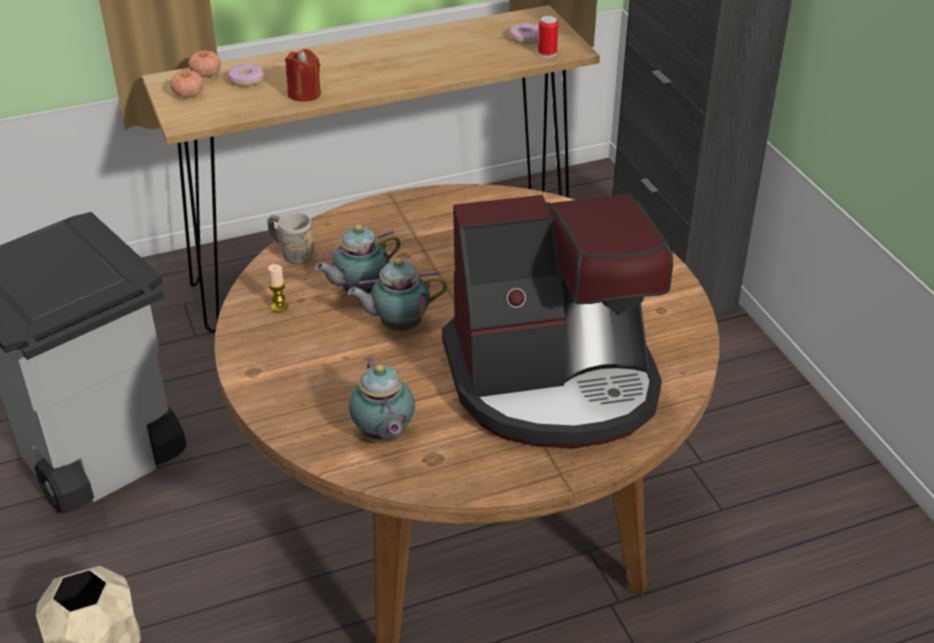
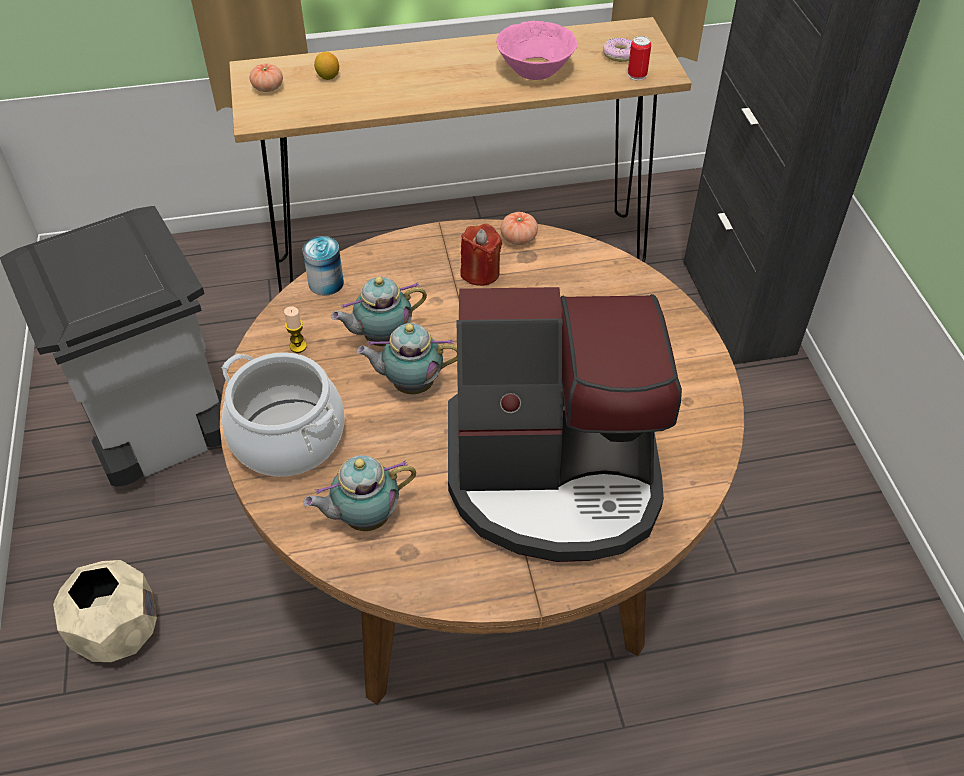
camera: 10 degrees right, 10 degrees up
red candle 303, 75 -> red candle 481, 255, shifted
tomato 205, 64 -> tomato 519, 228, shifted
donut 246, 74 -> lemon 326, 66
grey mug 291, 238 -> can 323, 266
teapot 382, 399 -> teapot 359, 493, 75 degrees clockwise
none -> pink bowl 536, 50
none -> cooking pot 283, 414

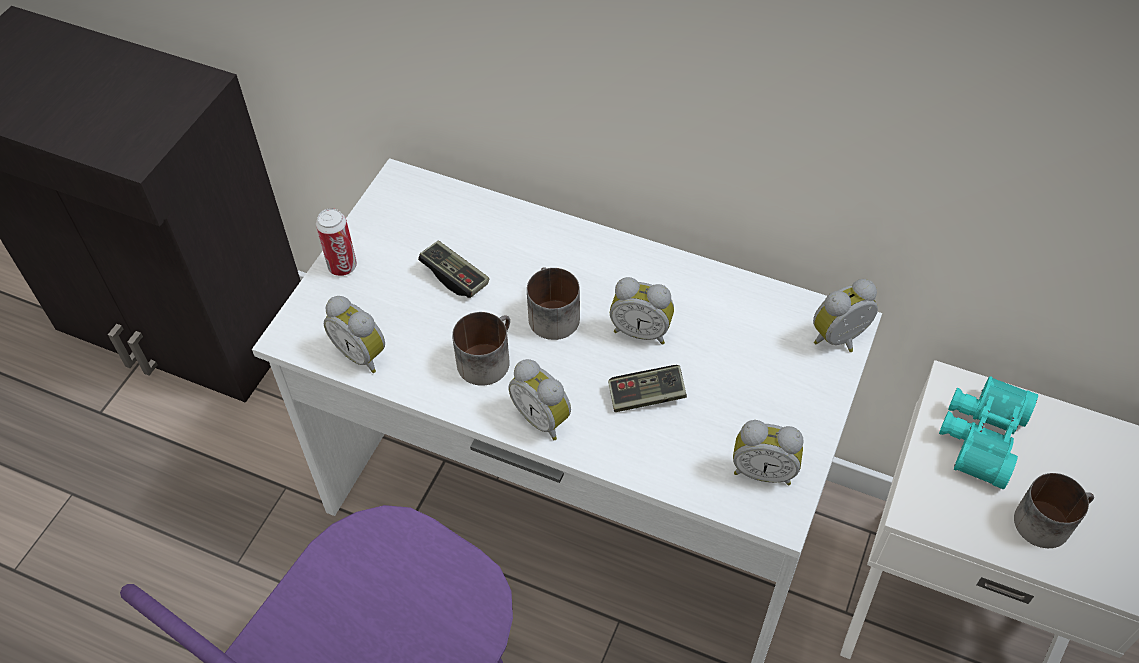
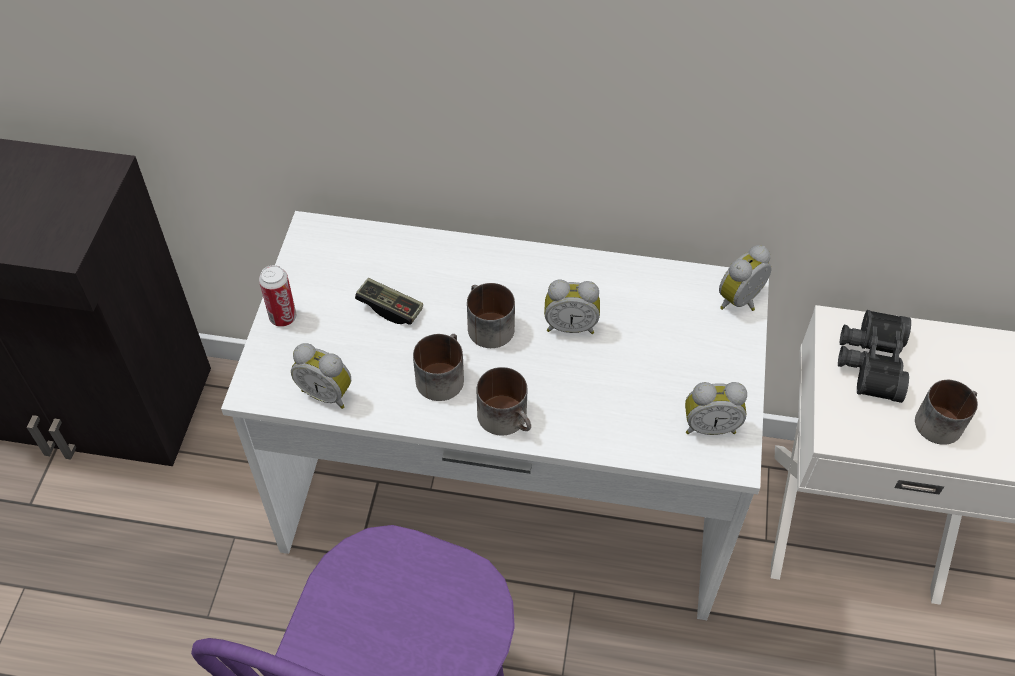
camera: 15 degrees left, 0 degrees up
alarm clock 539, 399 -> mug 504, 401
game controller 647, 388 -> none
turquoise binoculars 988, 432 -> black binoculars 874, 356

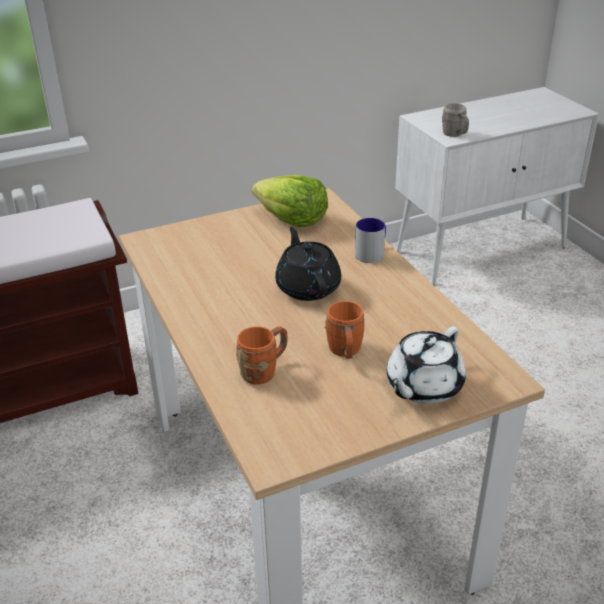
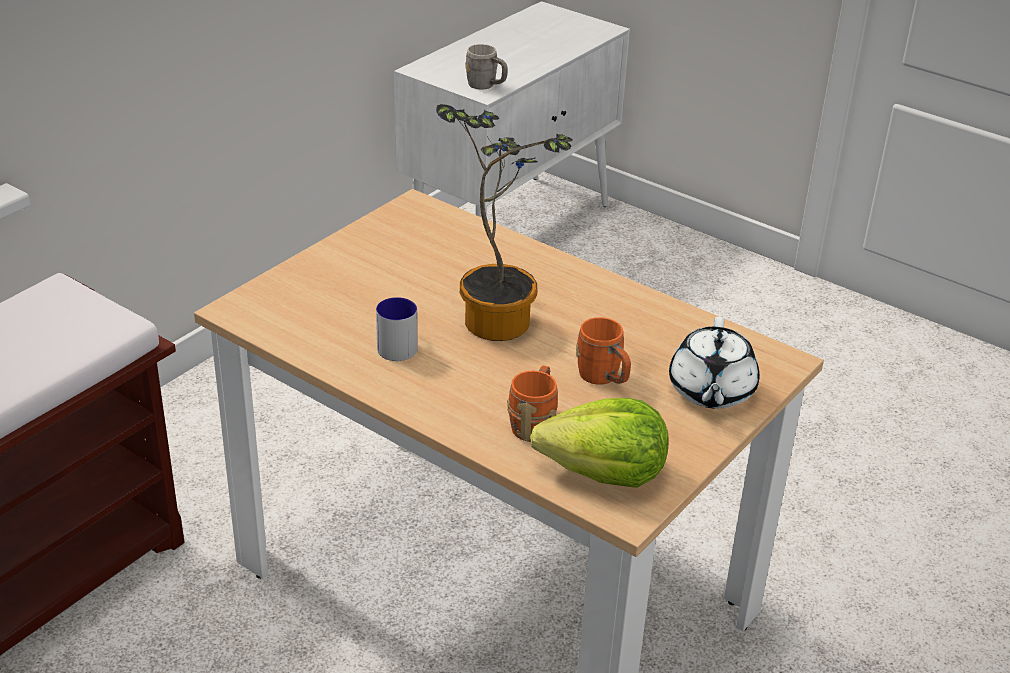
camera: 30 degrees left, 0 degrees up
lettuce 290, 201 -> lettuce 599, 443, shifted
mug 370, 240 -> mug 396, 329, shifted
black teapot 308, 264 -> potted plant 504, 222

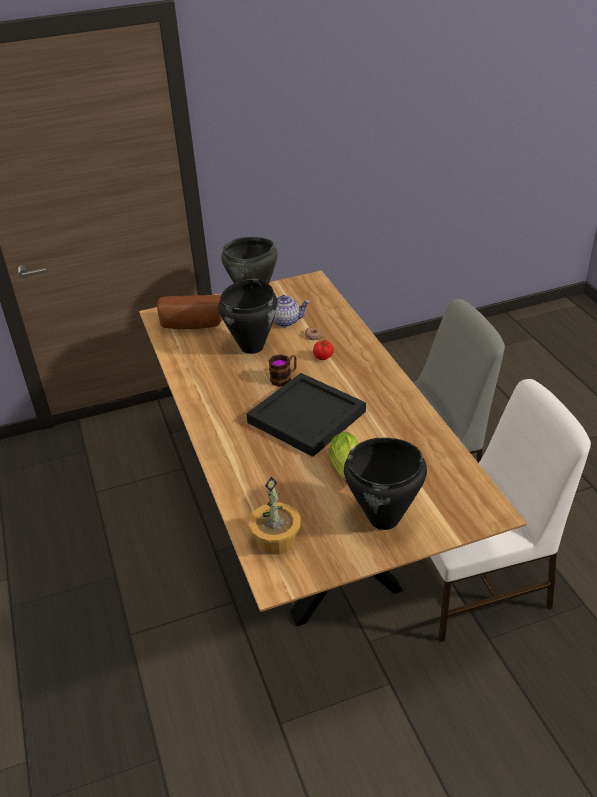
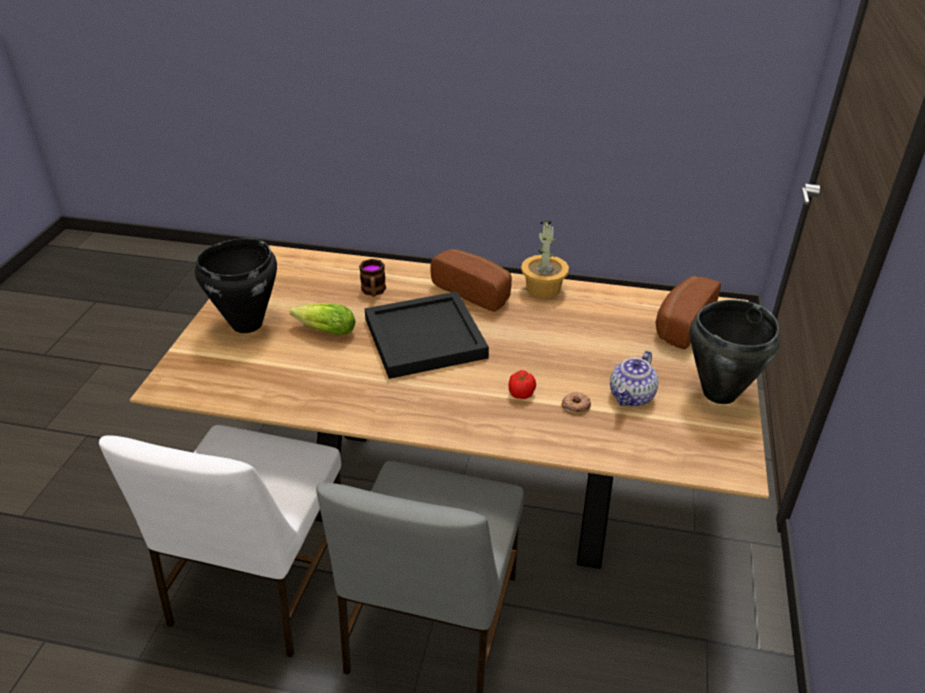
camera: 120 degrees right, 0 degrees up
black cooking pot 247, 316 -> none
mug 282, 370 -> mug 372, 278, shifted
potted plant 275, 515 -> potted plant 545, 260, shifted
none -> bread 471, 280

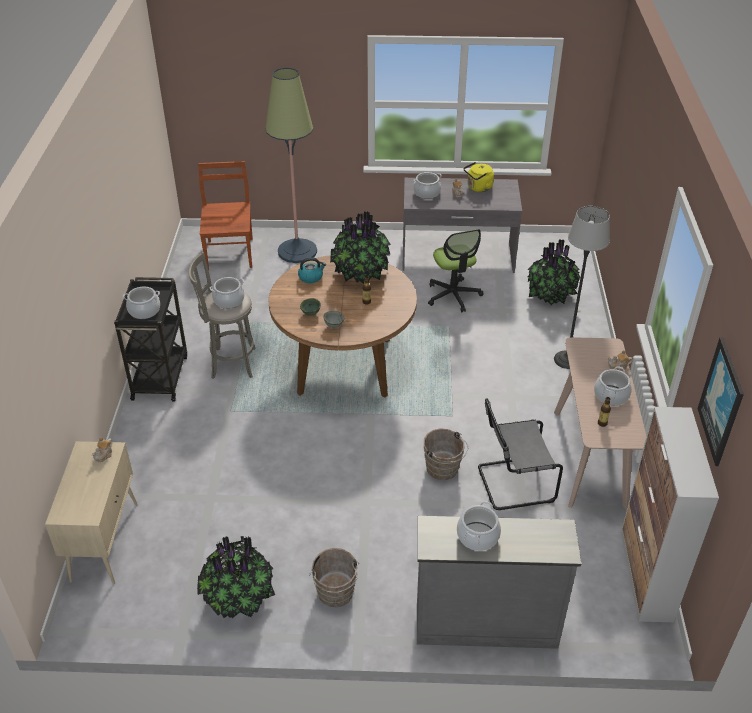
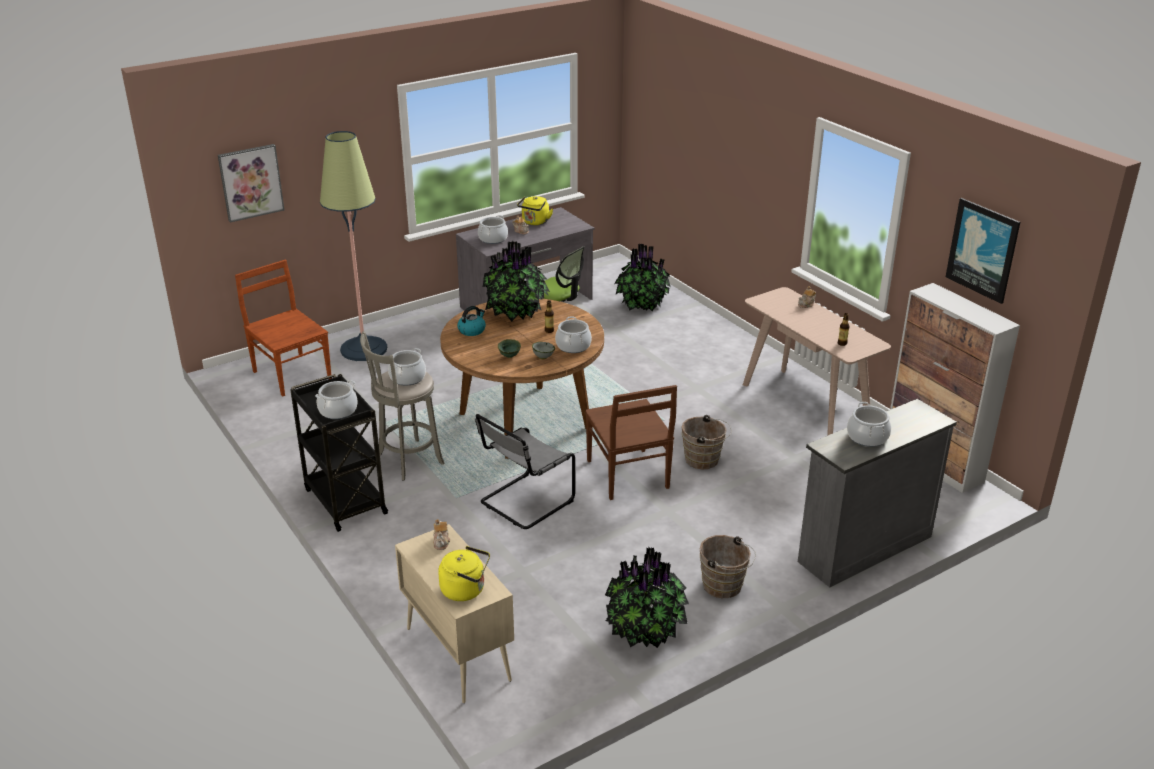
camera: 35 degrees left, 10 degrees down
floor lamp 582, 287 -> none
cooking pot 613, 386 -> cooking pot 573, 334, shifted
grey chair 520, 454 -> grey chair 525, 471, shifted
none -> picture 251, 183
none -> brown chair 631, 442
none -> yellow kettle 464, 573

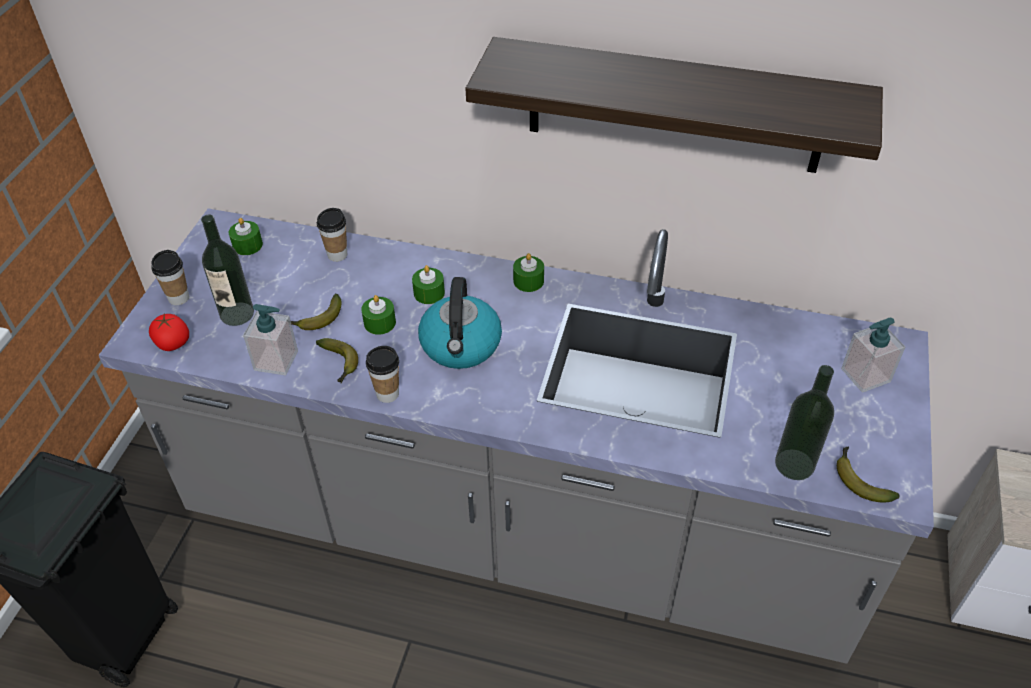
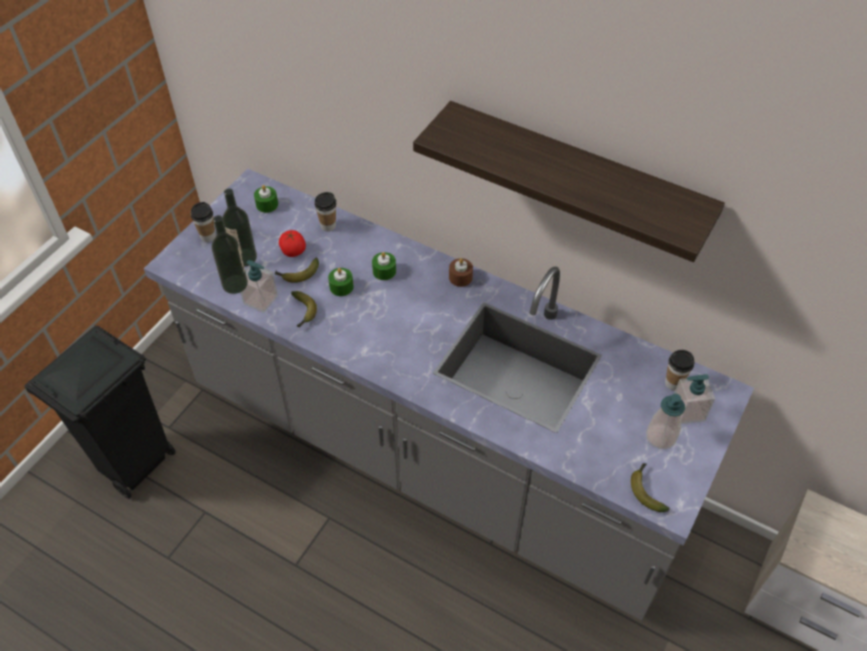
camera: 15 degrees right, 5 degrees up
green candle 528, 272 -> brown candle 461, 272
kettle 460, 323 -> none
tomato 169, 332 -> tomato 292, 243, shifted
cup 382, 374 -> cup 679, 370, shifted
bottle 804, 422 -> bottle 228, 254, shifted
none -> soap dispenser 666, 421

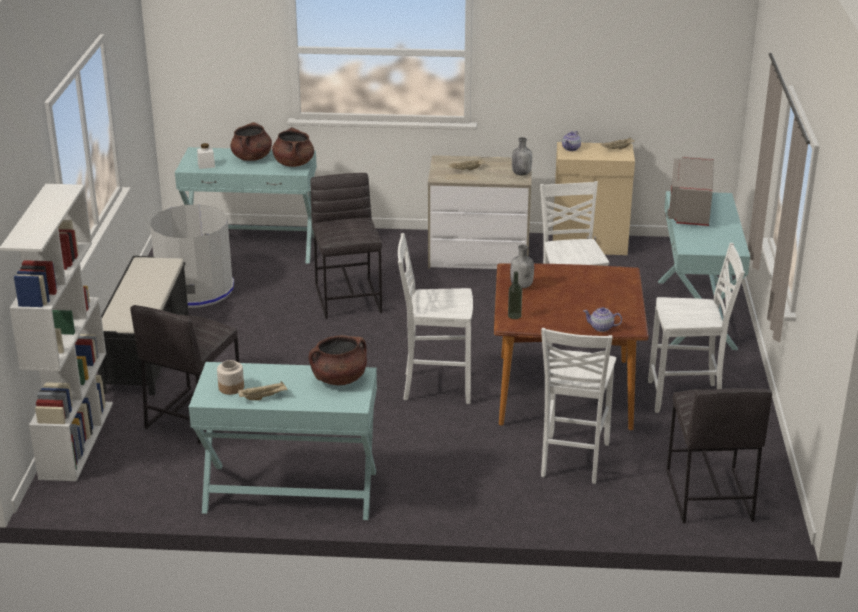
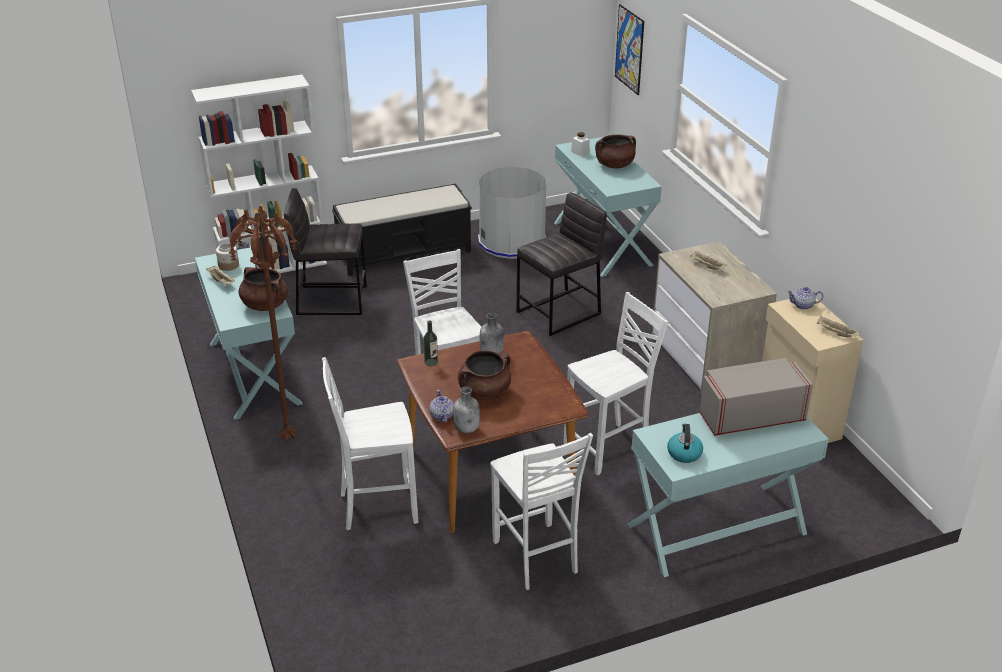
camera: 65 degrees right, 5 degrees up
brown cooking pot 293, 147 -> brown cooking pot 484, 375, shifted
grey bottle 522, 156 -> grey bottle 466, 410, shifted
grey stool 719, 455 -> none
none -> picture 629, 49
none -> brown floor lamp 262, 323
none -> kettle 685, 443

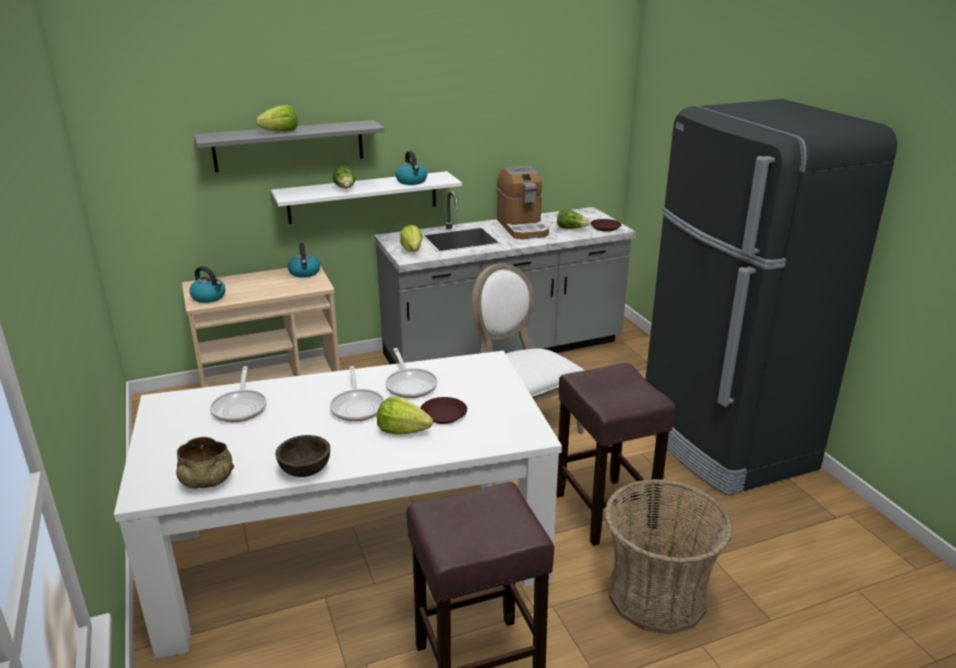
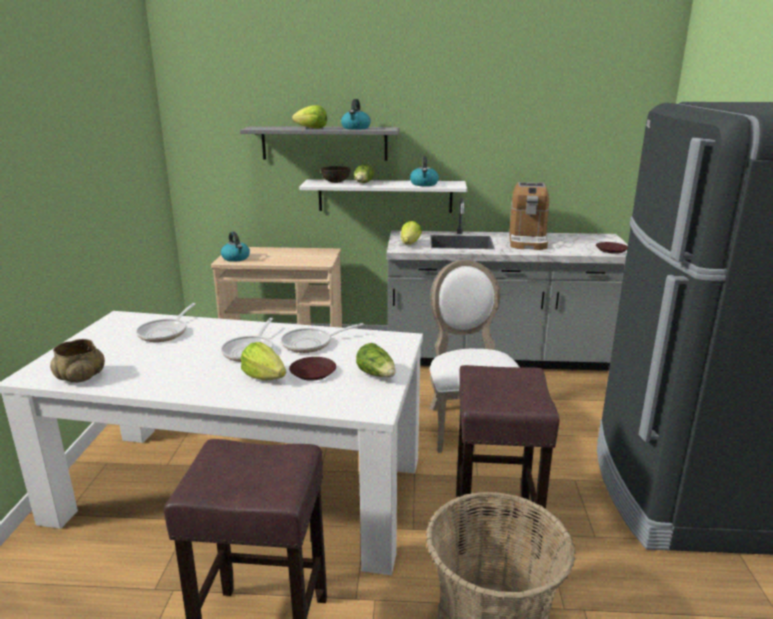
camera: 25 degrees right, 5 degrees down
lettuce 573, 219 -> lettuce 376, 360, shifted
kettle 304, 260 -> kettle 356, 114, shifted
frying pan 411, 373 -> frying pan 322, 338, 60 degrees clockwise
brown bowl 302, 456 -> brown bowl 335, 174, shifted

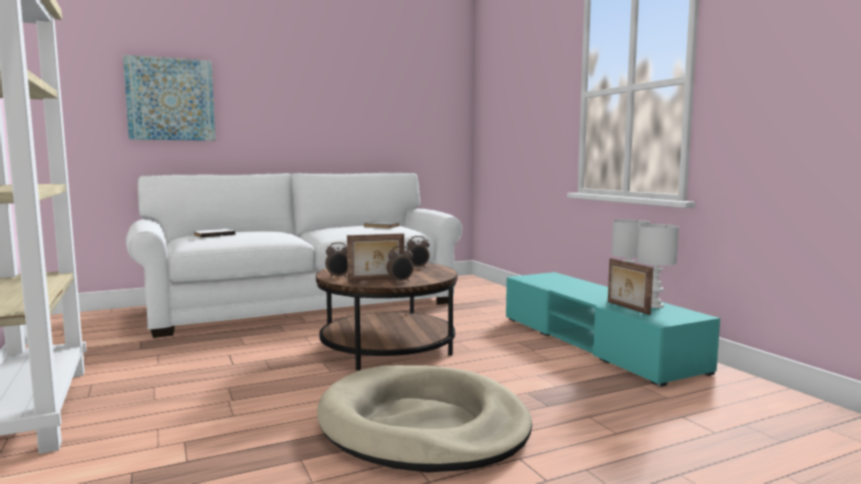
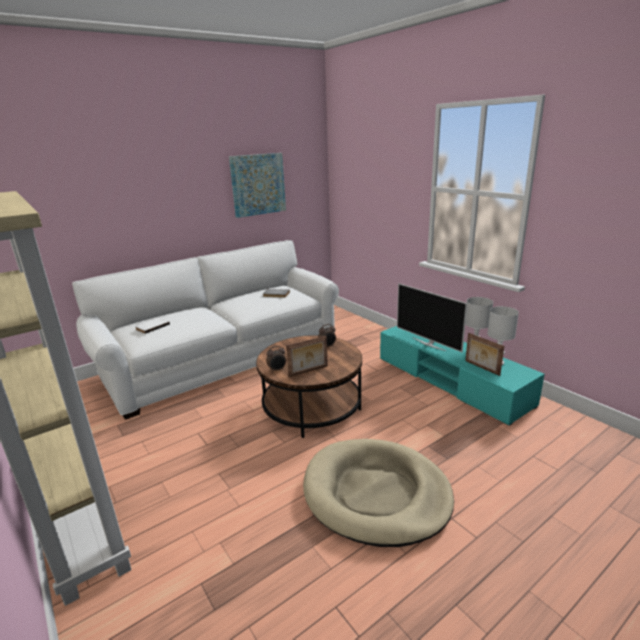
camera: 10 degrees left, 15 degrees up
picture 169, 98 -> picture 257, 185, shifted
alarm clock 400, 264 -> none
none -> television 432, 317

